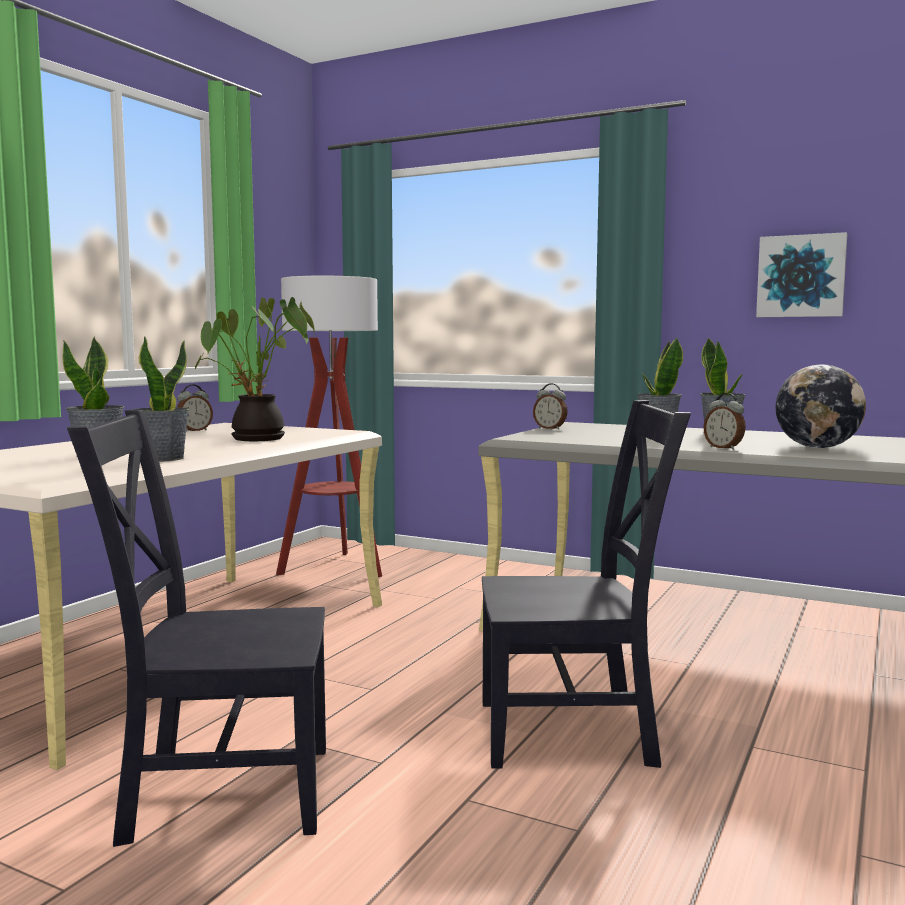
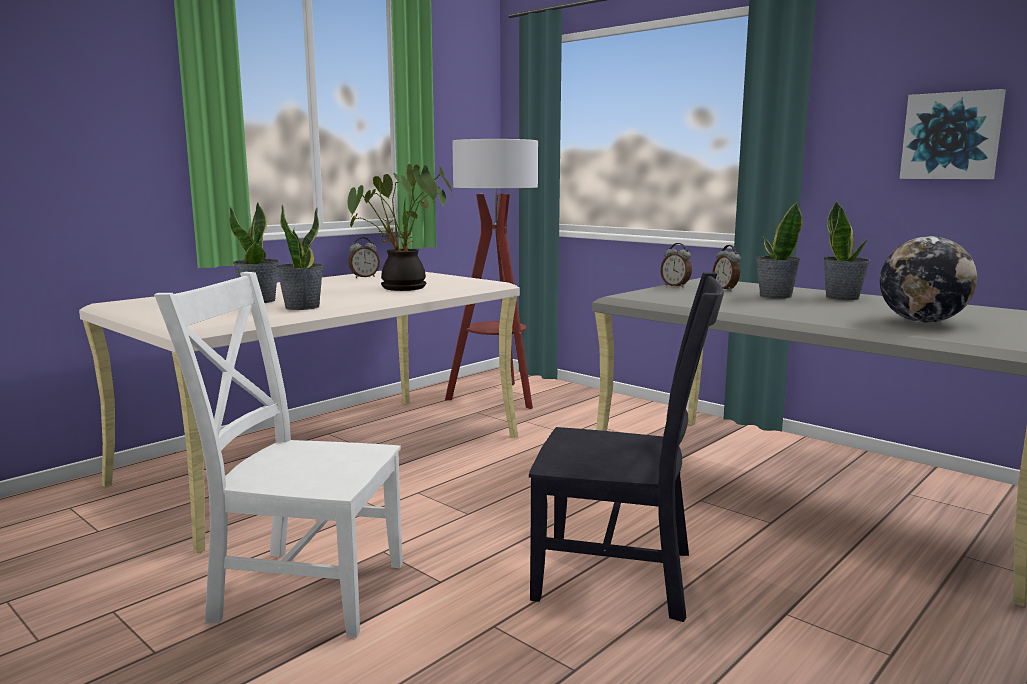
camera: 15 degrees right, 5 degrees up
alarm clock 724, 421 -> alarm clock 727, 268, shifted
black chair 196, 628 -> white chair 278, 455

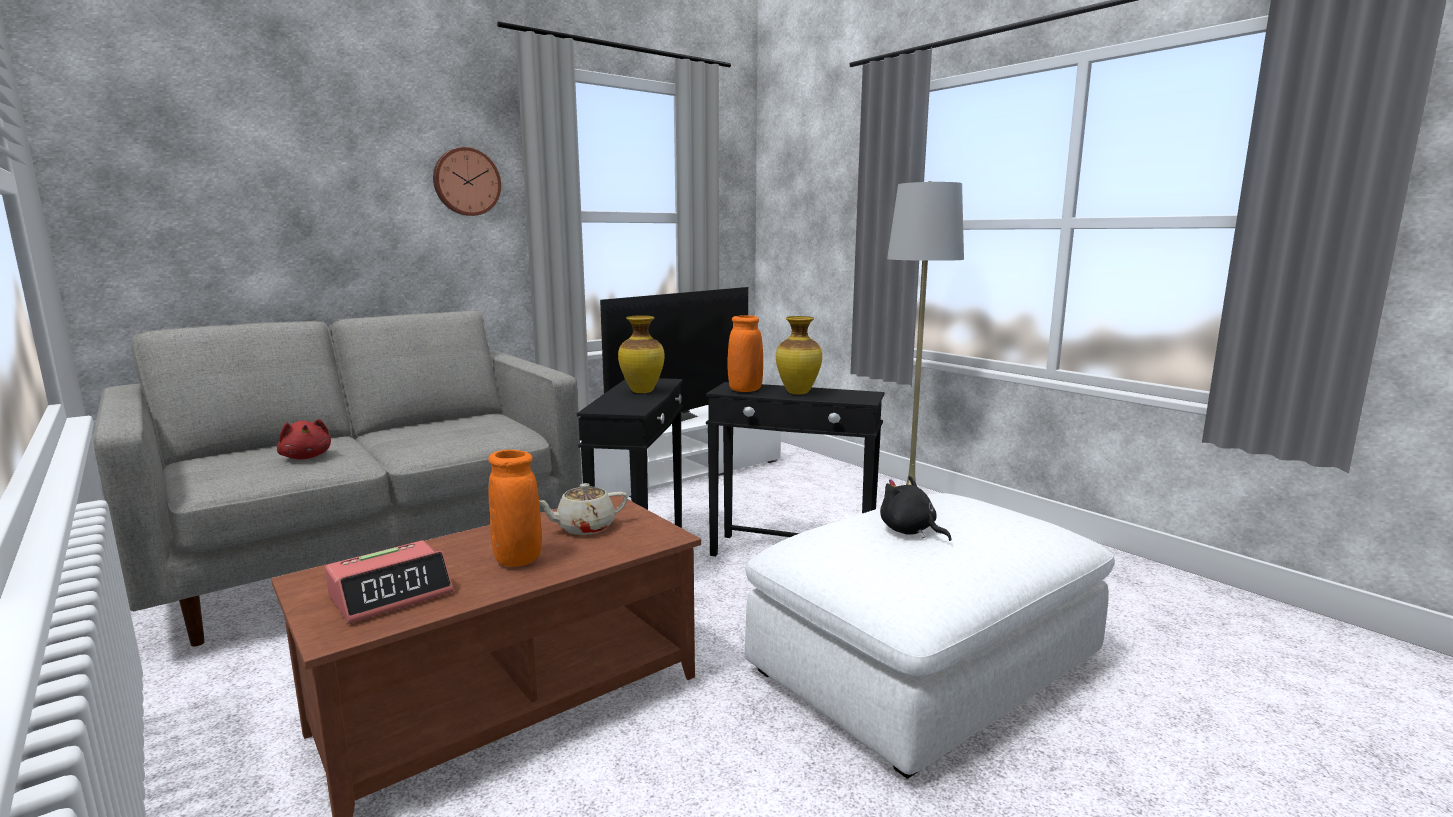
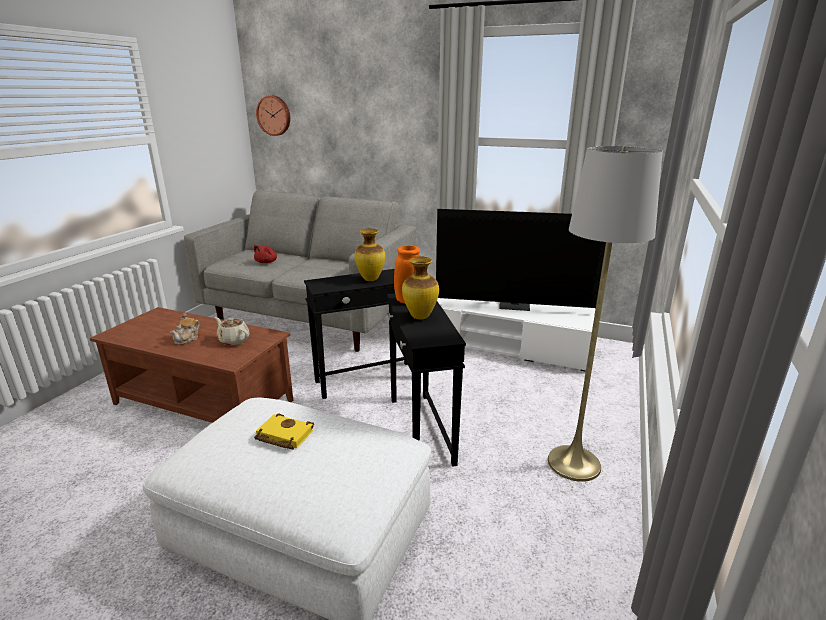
camera: 60 degrees right, 10 degrees up
wall clock 467, 181 -> wall clock 273, 115, shifted
orange vase 515, 508 -> teapot 185, 329
black plush toy 916, 508 -> yellow book 284, 431
alarm clock 389, 582 -> none

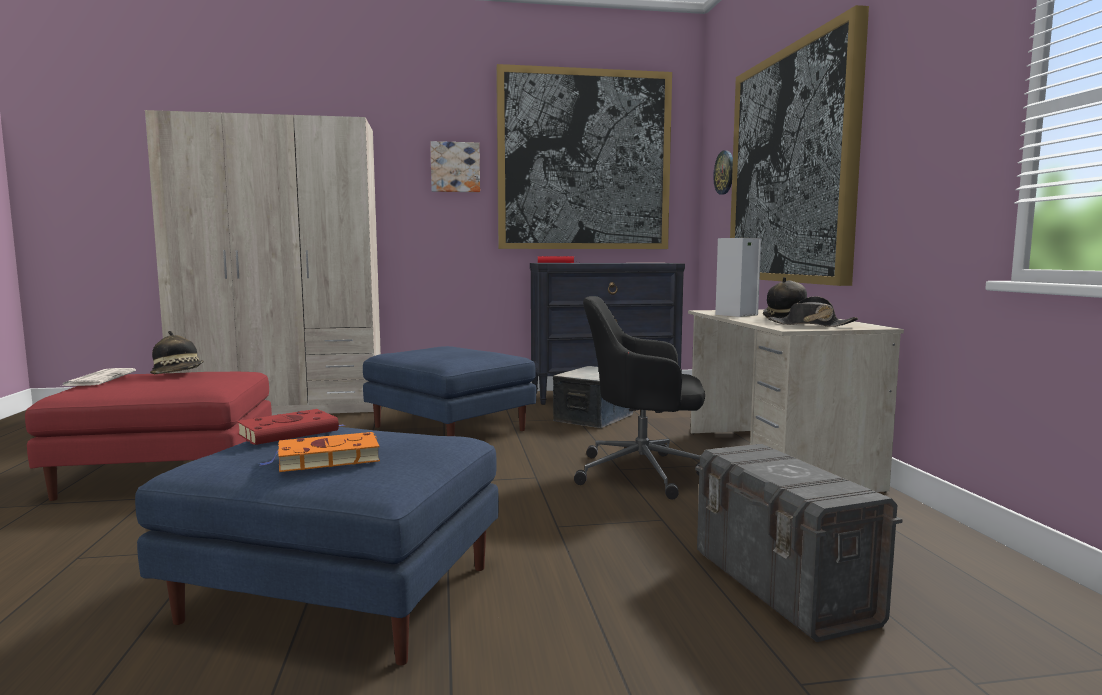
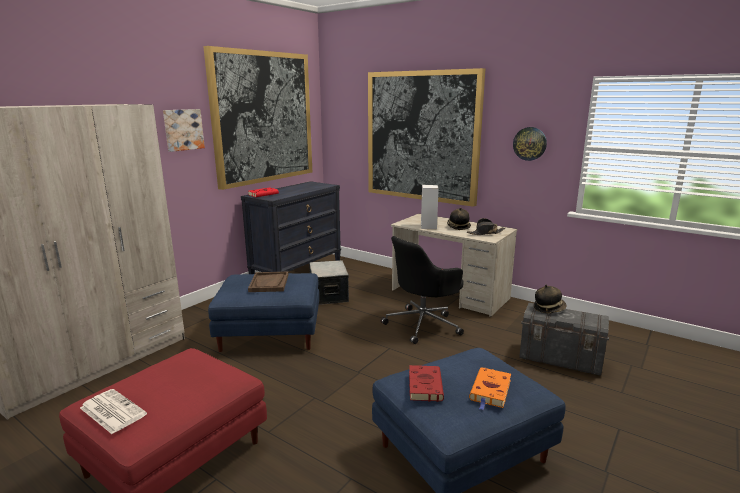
camera: 45 degrees left, 10 degrees up
wall clock 723, 172 -> wall clock 530, 144, shifted
hat 177, 352 -> hat 550, 299, shifted
none -> brown tray 268, 282

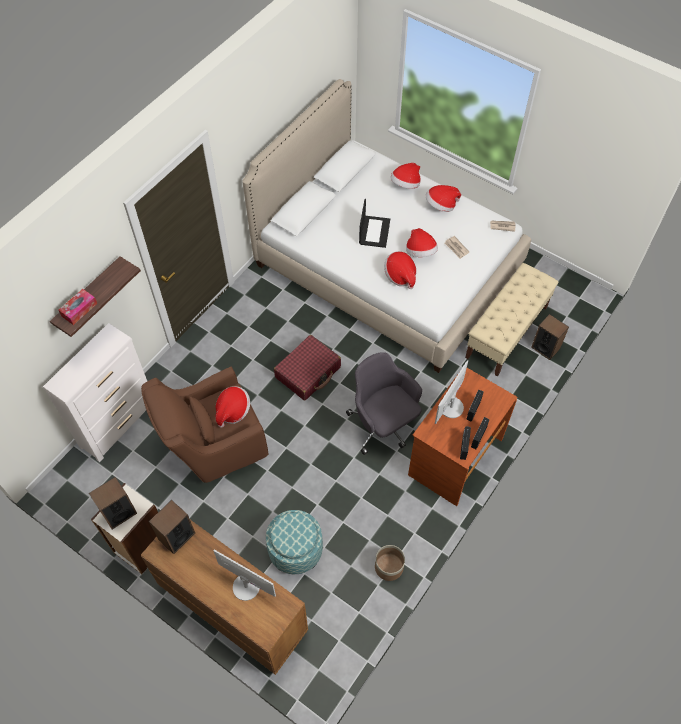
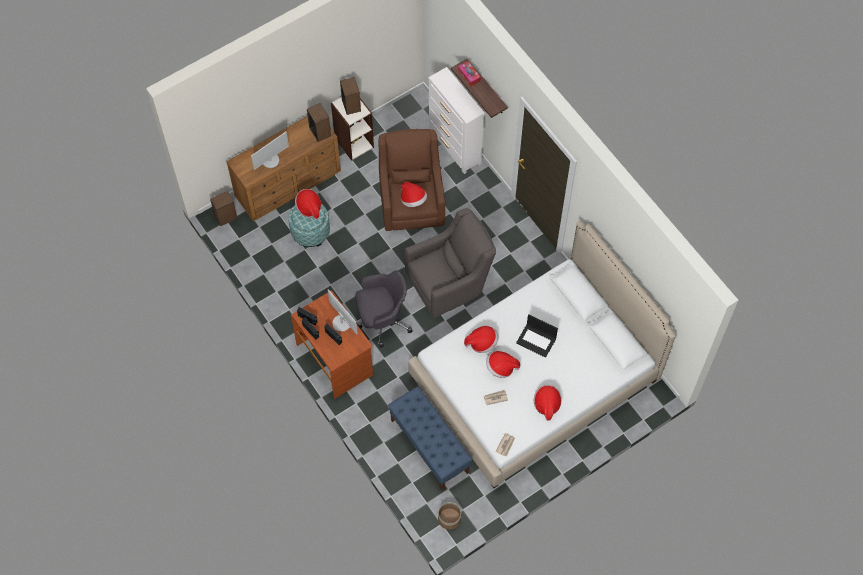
camera: 110 degrees right, 5 degrees up
hat 405, 176 -> hat 308, 204, shifted
beige bench 511, 319 -> blue bench 430, 438
speaker 550, 337 -> speaker 224, 208, shifted
red suitcase 307, 368 -> grey armchair 450, 263
planter 390, 563 -> planter 449, 516, shifted

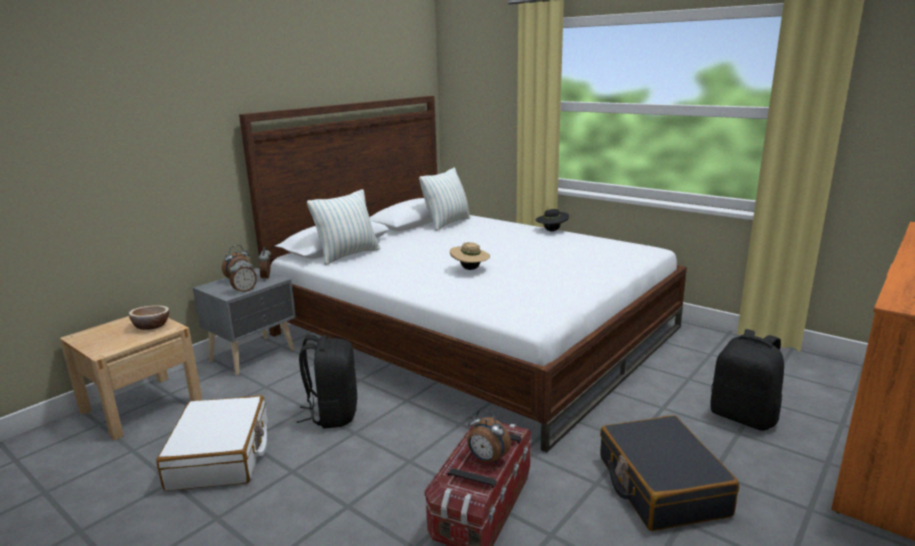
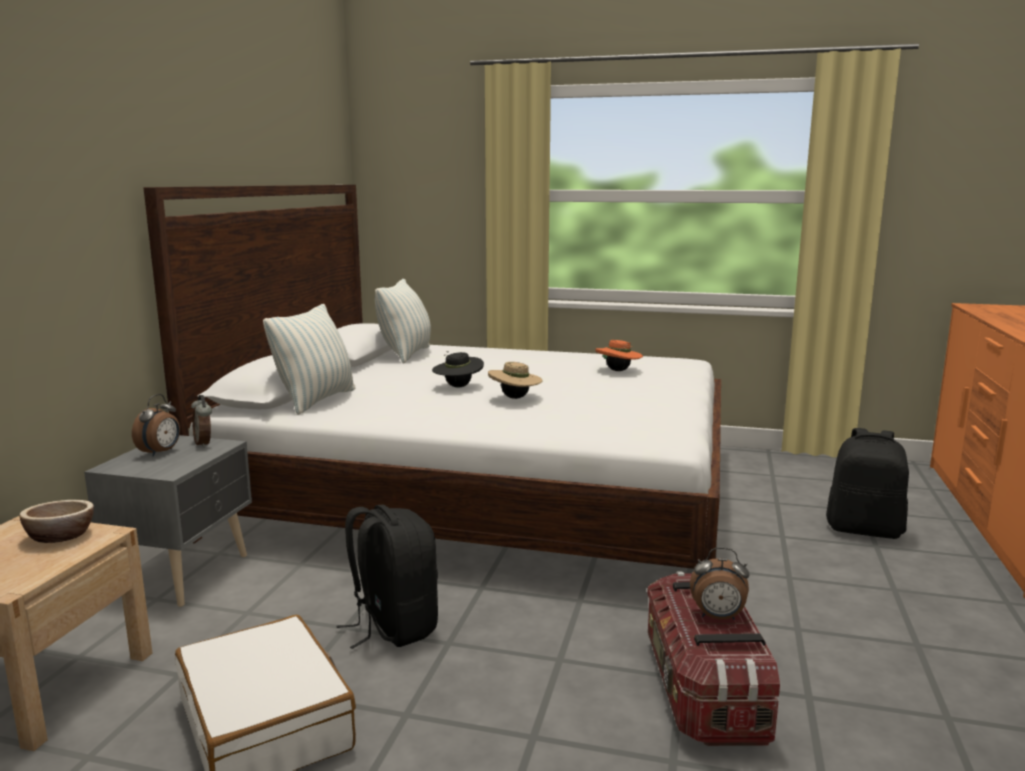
camera: 25 degrees left, 5 degrees down
black hat 552, 220 -> black hat 458, 369, shifted
alarm clock 243, 276 -> none
black suitcase 669, 473 -> none
none -> orange hat 619, 355

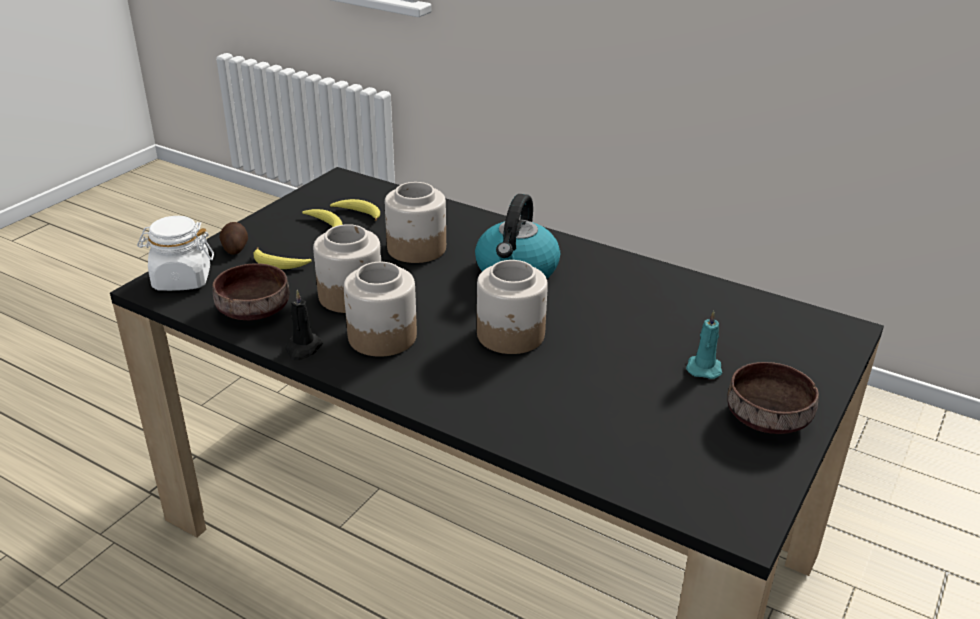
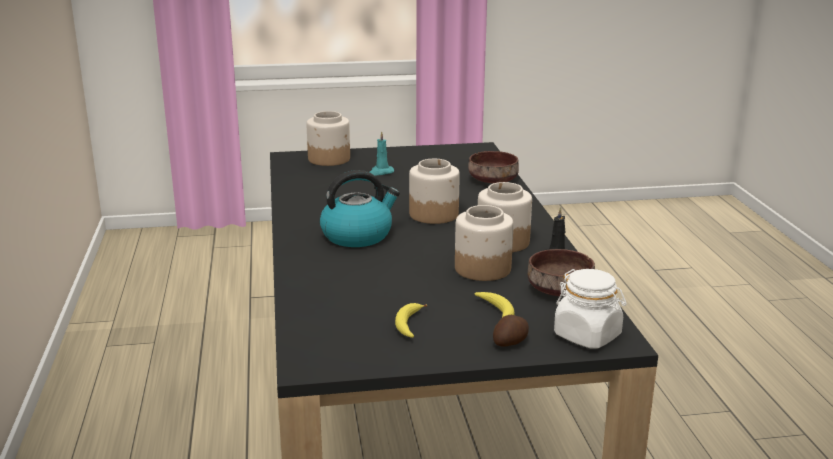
camera: 130 degrees left, 10 degrees down
jar 415, 222 -> jar 328, 138, shifted
banana 355, 210 -> none
brown bowl 773, 398 -> brown bowl 493, 167, shifted

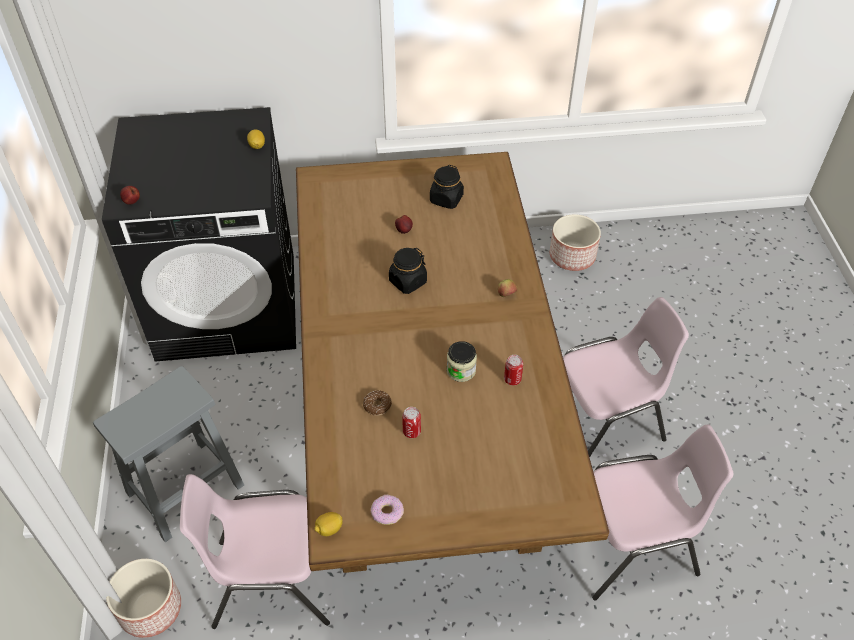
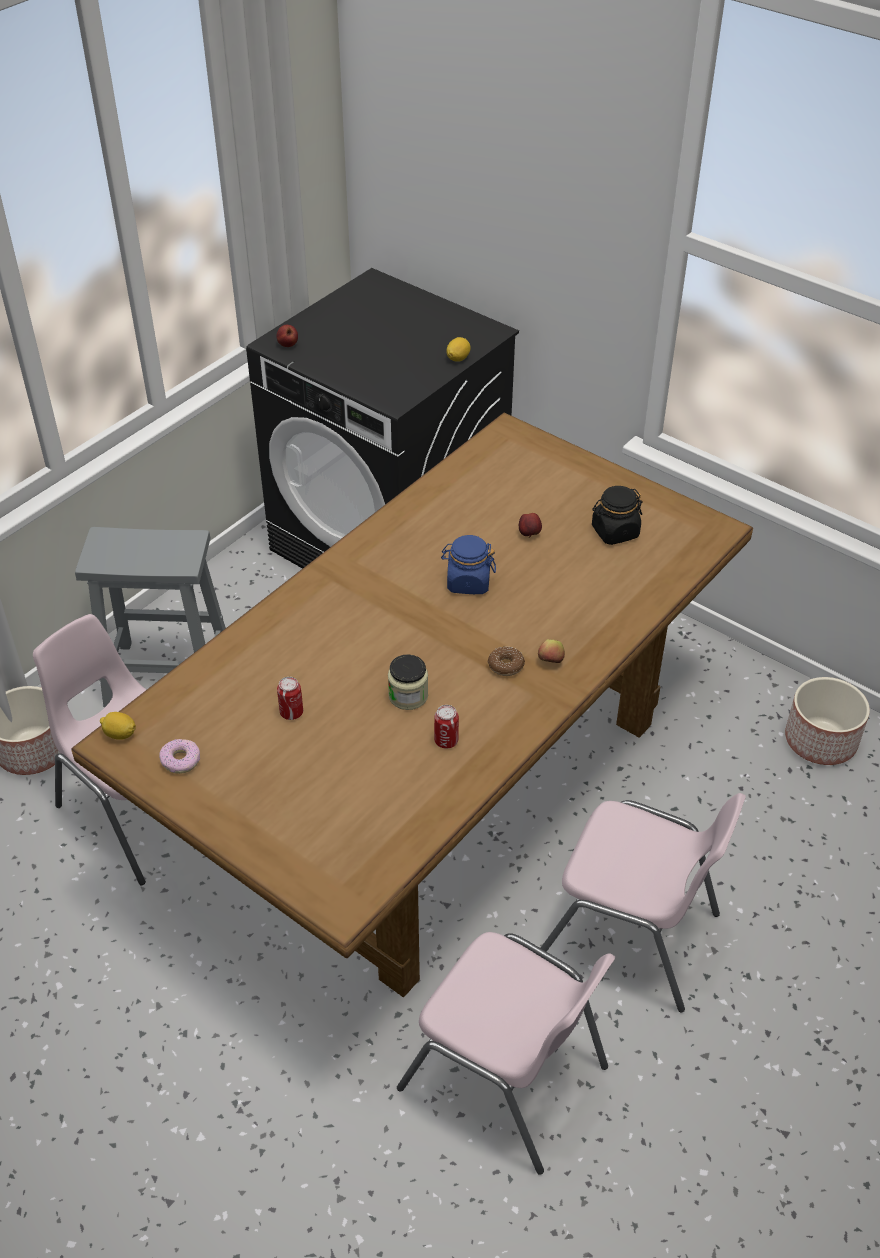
camera: 45 degrees right, 5 degrees down
black jar 408, 271 -> blue jar 468, 564
donut 377, 403 -> donut 506, 661, shifted

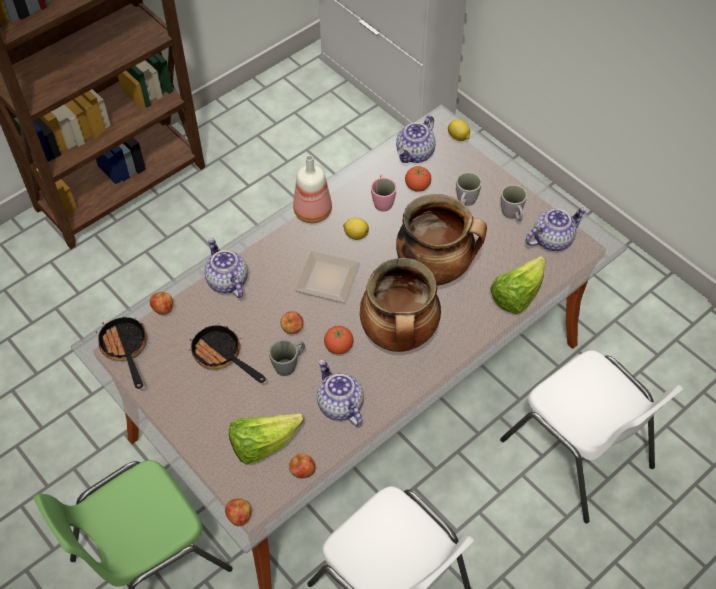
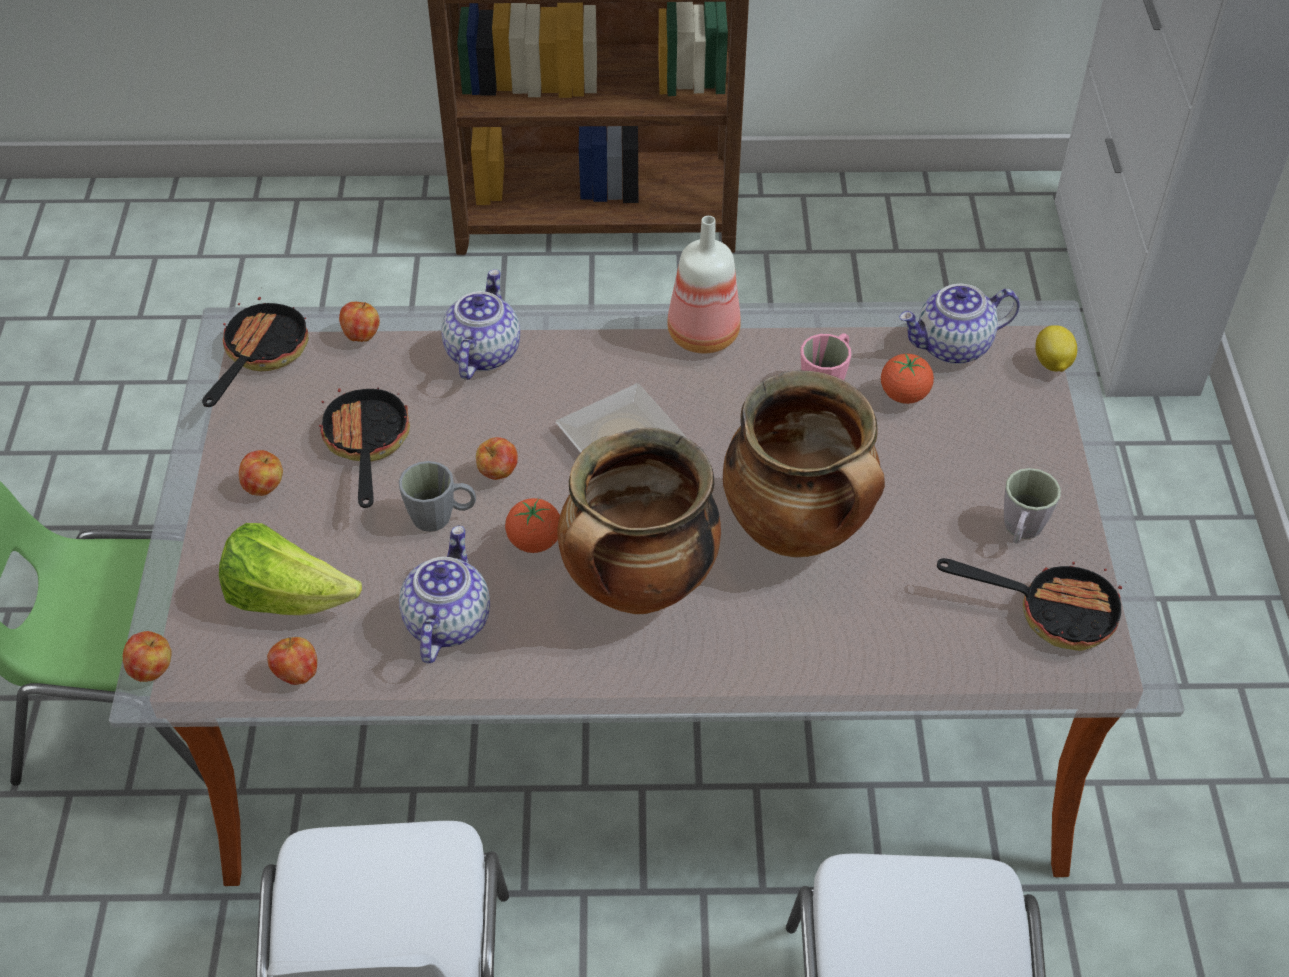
camera: 40 degrees right, 5 degrees down
grey mug 469, 189 -> none
teapot 556, 229 -> frying pan 1031, 604
lemon 356, 229 -> none
lettuce 517, 285 -> none
none -> apple 261, 473

